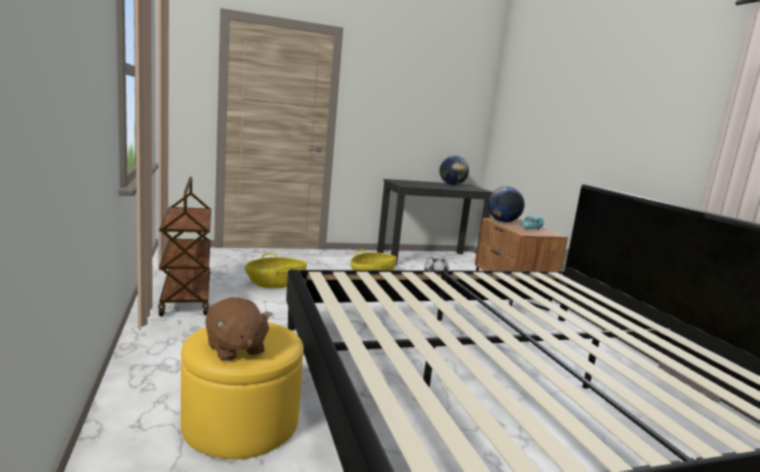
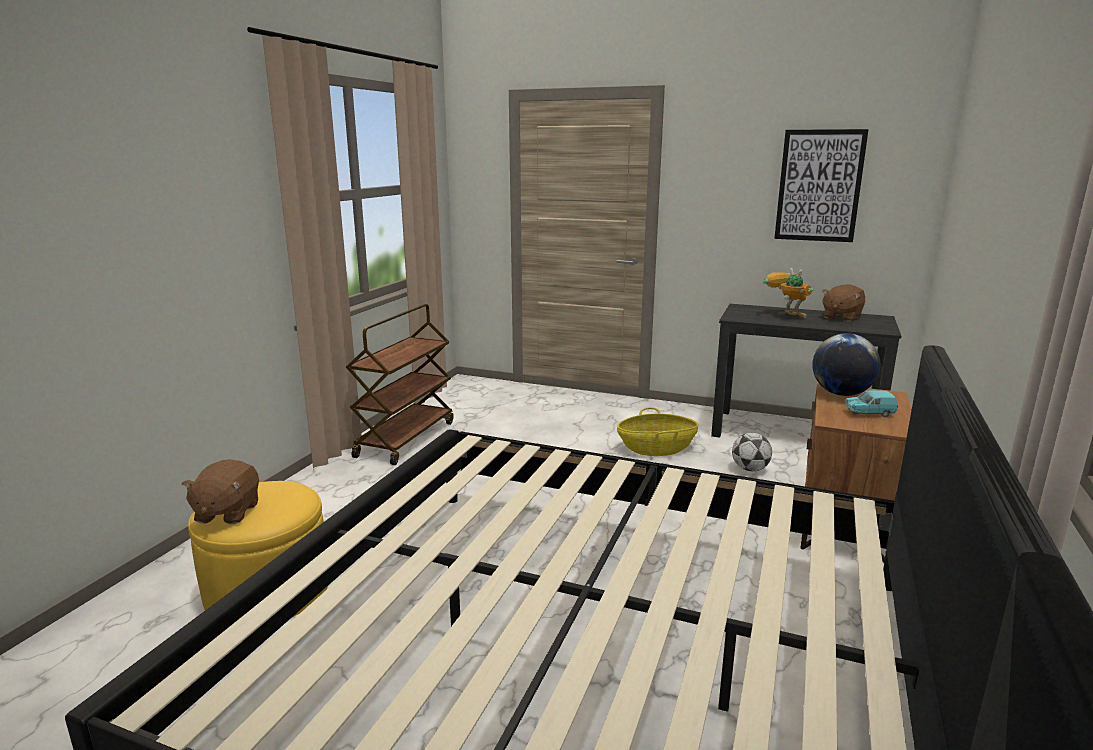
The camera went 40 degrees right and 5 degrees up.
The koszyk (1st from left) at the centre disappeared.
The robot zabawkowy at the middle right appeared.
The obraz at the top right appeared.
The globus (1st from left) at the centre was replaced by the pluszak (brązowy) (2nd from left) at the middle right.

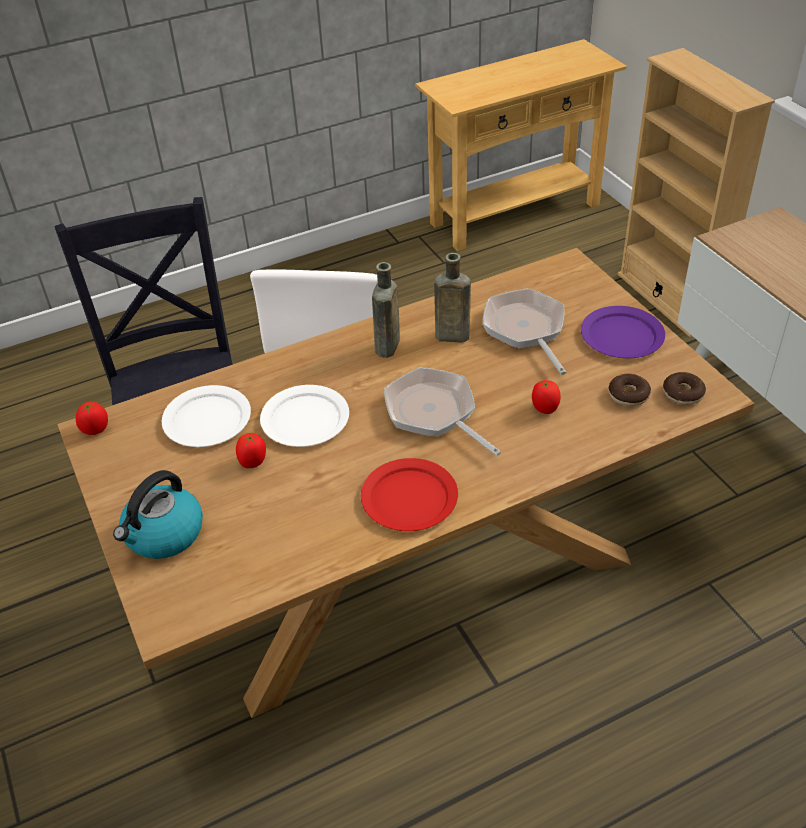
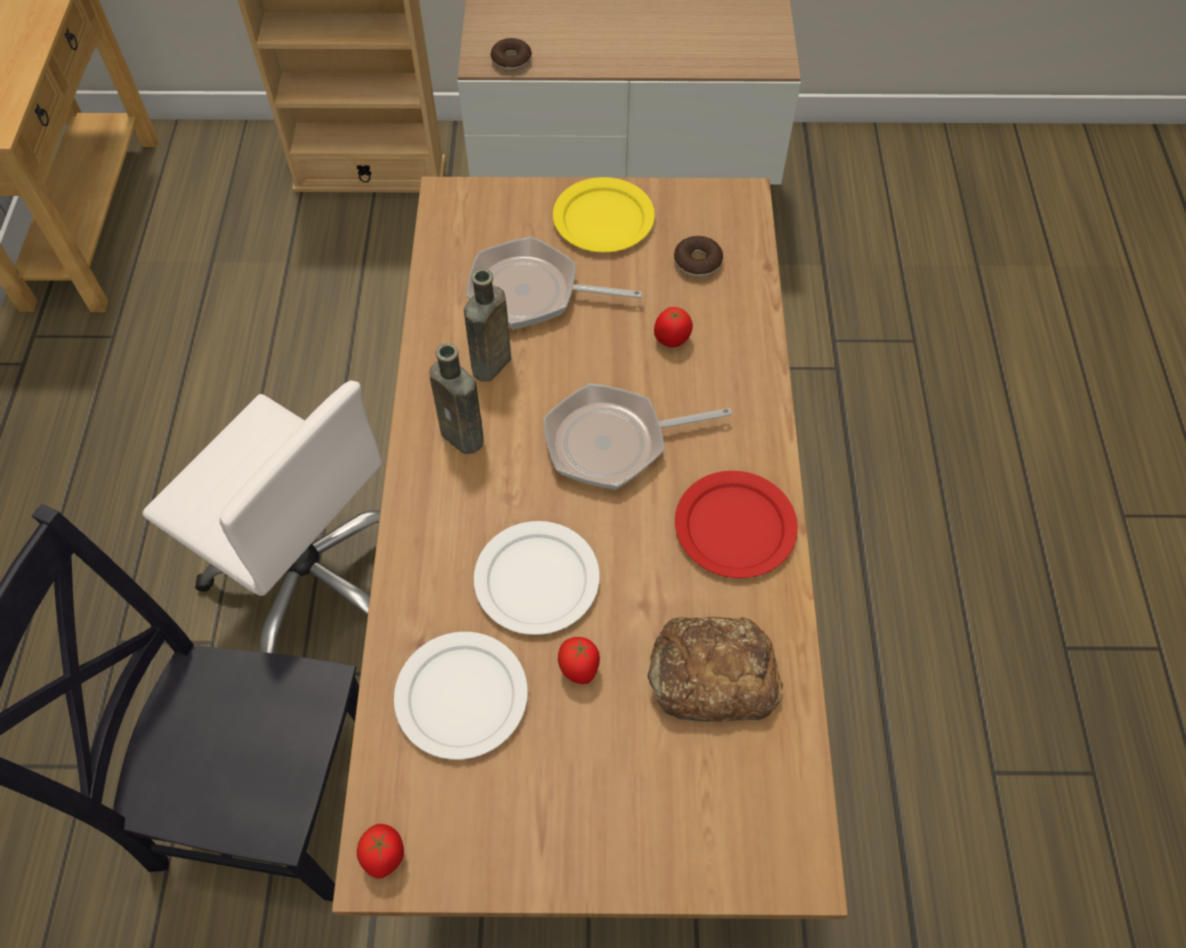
The camera went 65 degrees left and 15 degrees up.
The czajnik at the middle left disappeared.
The chleb at the bottom centre appeared.
The donut (2nd from left in the first image) moved from the middle right to the top centre.
The talerz (fioletowy) at the middle right became the talerz (żółty) at the top centre.

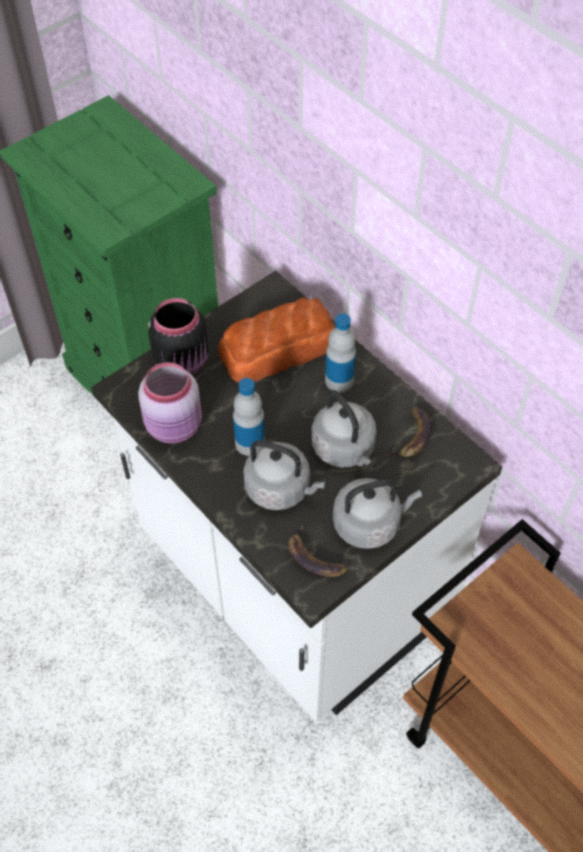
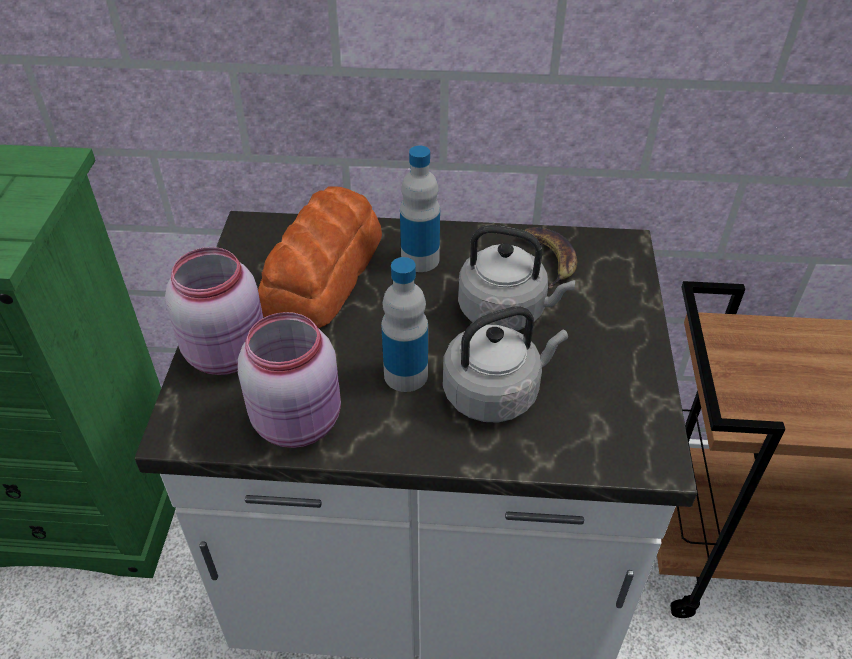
The camera went 45 degrees left and 10 degrees down.
The banan (1st from left) at the centre disappeared.
The czajnik (szary) (3rd from left) at the centre disappeared.
The słoik (czarny) at the middle left became the słoik (różowy) (1st from left) at the middle left.

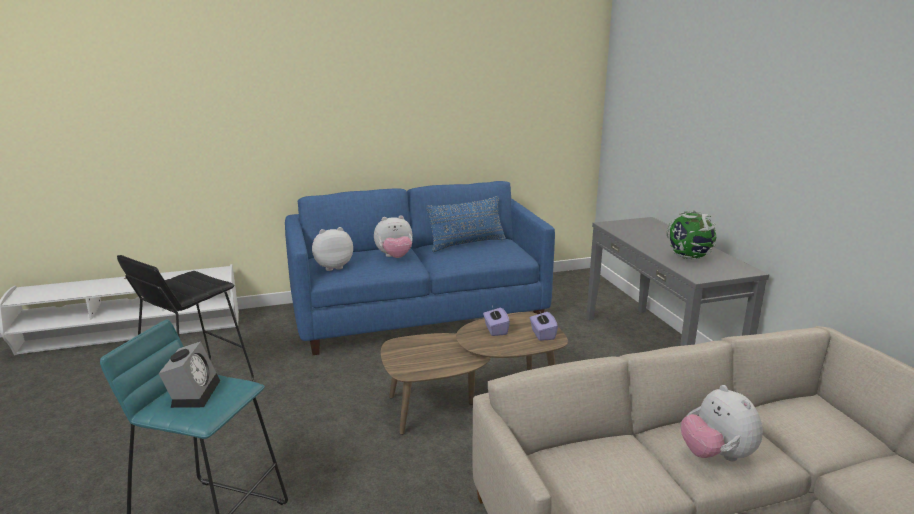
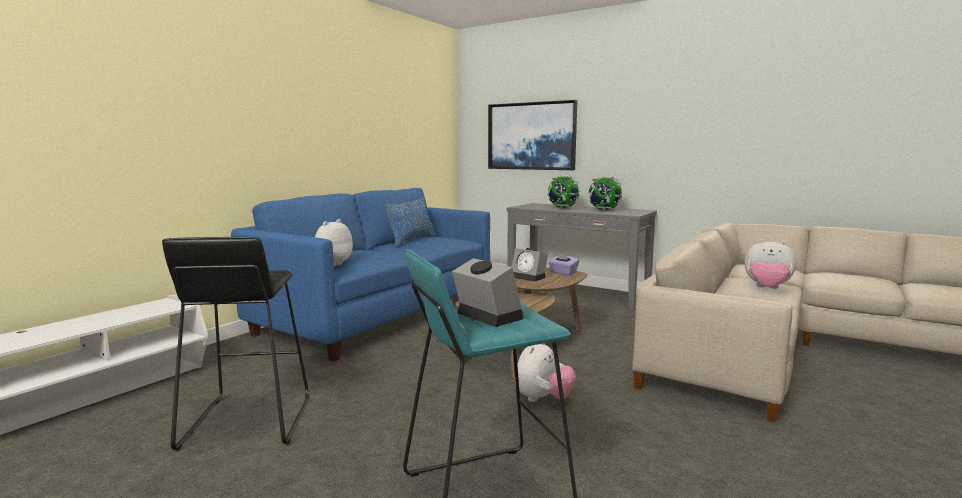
The camera went 40 degrees left and 10 degrees down.
The obraz at the top centre appeared.
The globus (1st from left) at the centre appeared.
The pluszak (2nd from left) moved from the centre to the bottom centre.
The pudełko chusteczek (fioletowy) (1st from left) at the centre was replaced by the budzik (2nd from left) at the centre.

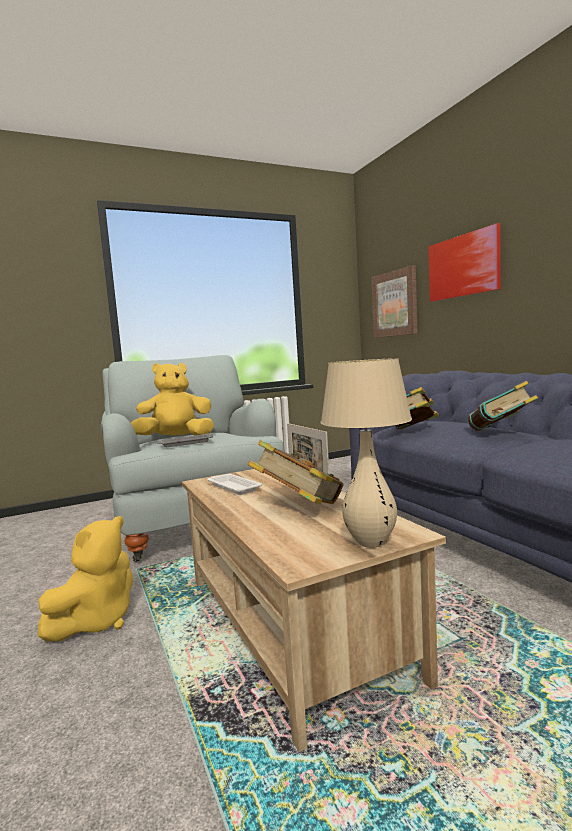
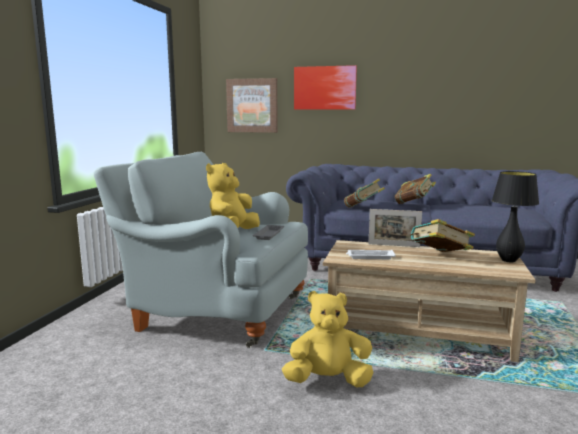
The camera went 50 degrees left and 5 degrees up.
The lampa stołowa (beżowy) at the centre became the lampa stołowa (czarny) at the middle right.
The pluszak (żółty) (1st from left in the first image) at the bottom left turned 75 degrees counterclockwise.

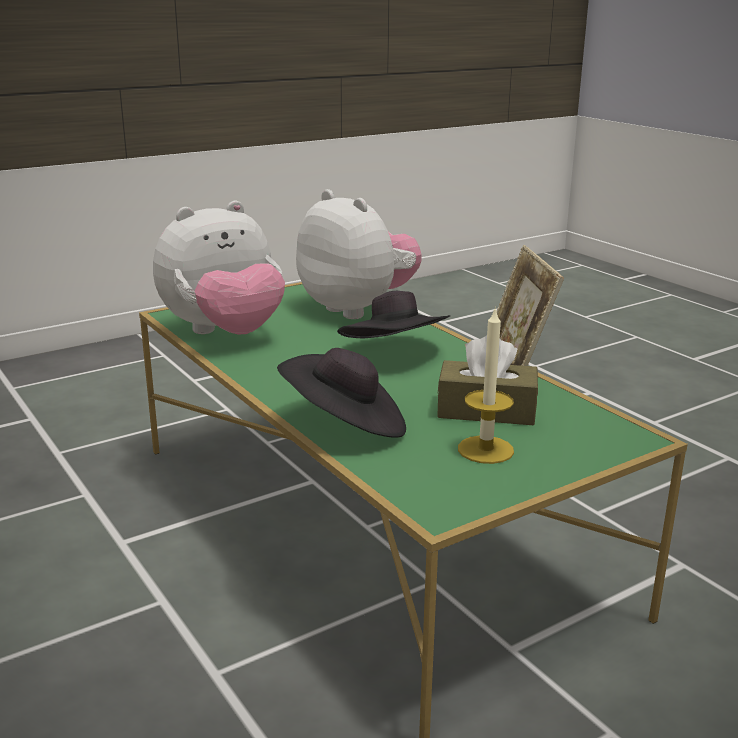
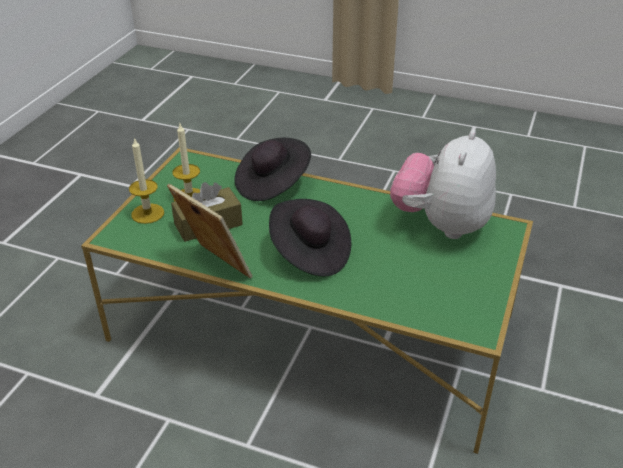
The camera went 145 degrees right and 15 degrees up.
The pluszak (2nd from left) at the centre disappeared.
The świeca (1st from left) at the middle left appeared.

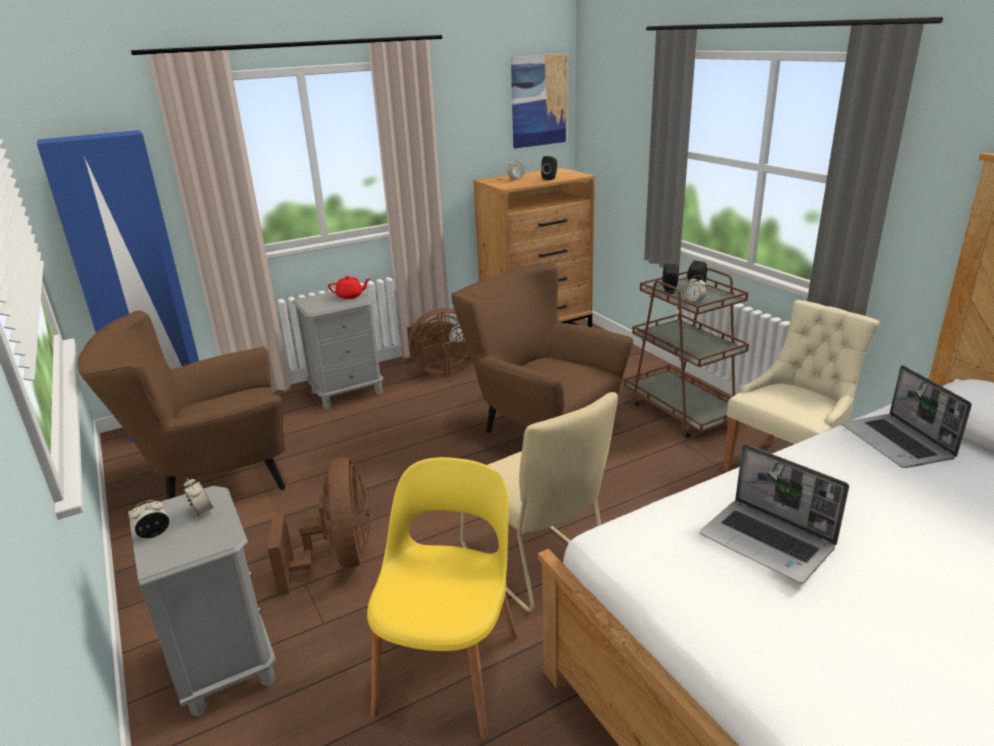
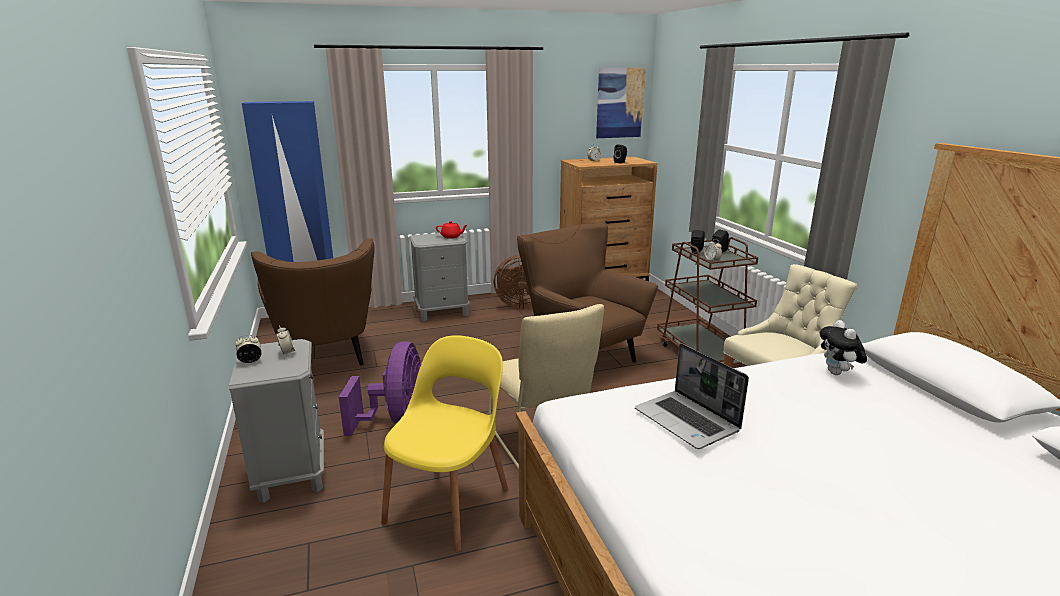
The camera went 10 degrees right and 5 degrees down.
The laptop (2nd from left) at the middle right was replaced by the pluszak at the middle right.
The wentylator (brązowy) (1st from left) at the bottom left became the wentylator (fioletowy) at the centre.
The fotel (brązowy) (1st from left) at the middle left turned 105 degrees counterclockwise.

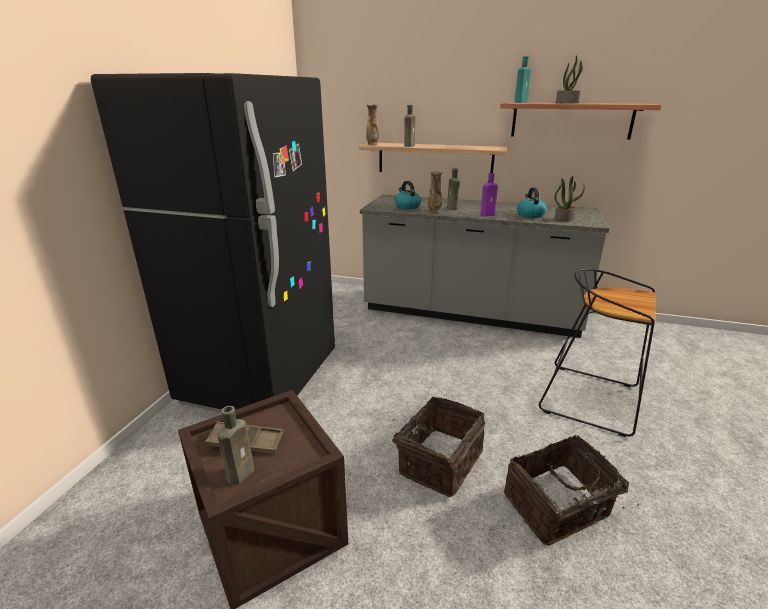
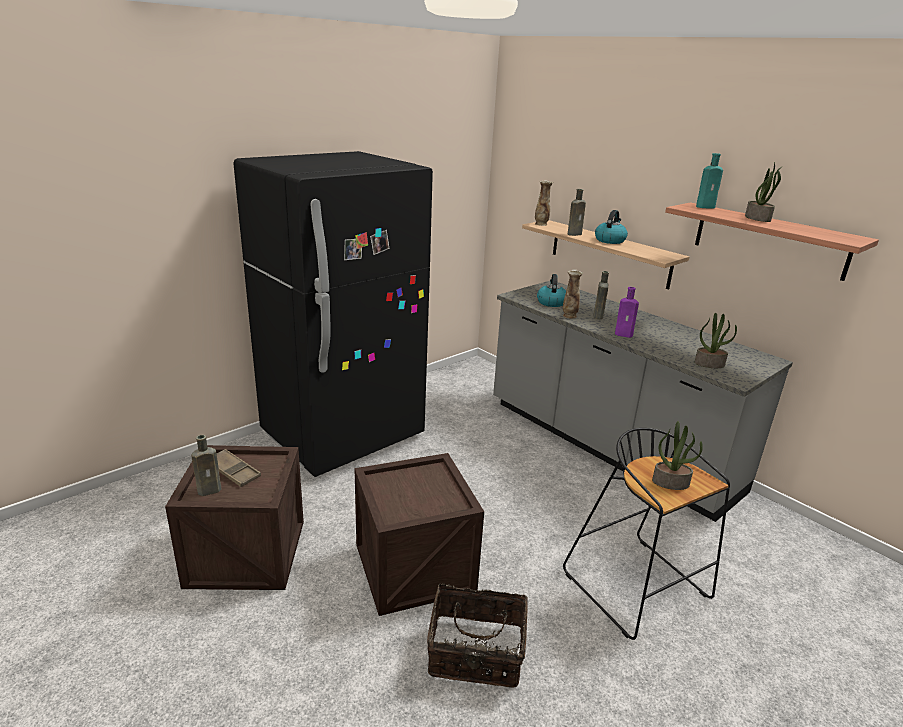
The camera went 30 degrees right and 0 degrees up.
The roślina doniczkowa (1st from left) at the middle right appeared.
The czajnik (2nd from left) moved from the middle right to the top right.
The koszyk (1st from left) at the bottom centre was replaced by the skrzynka (2nd from left) at the bottom centre.

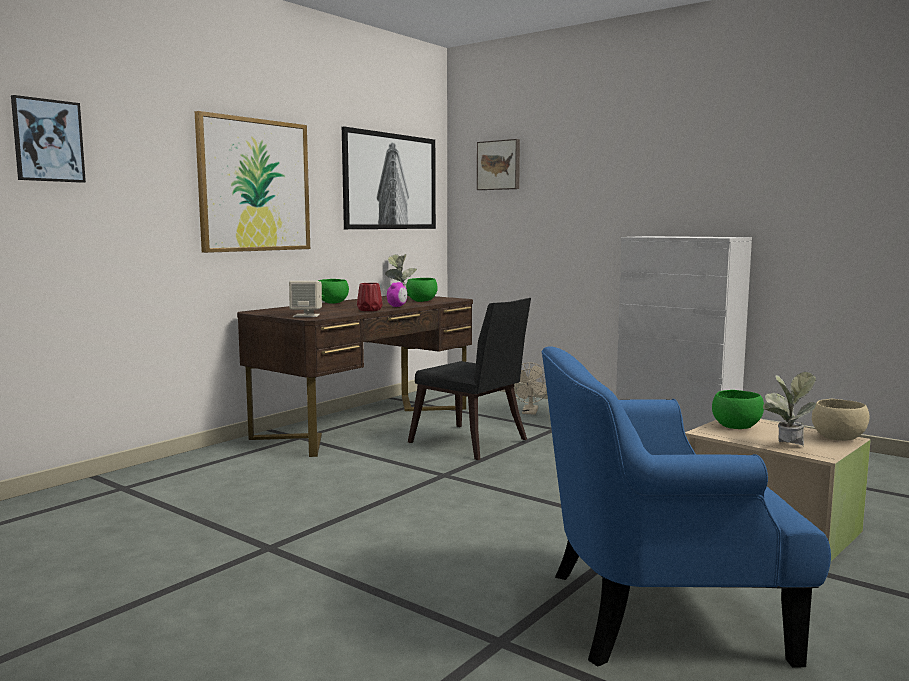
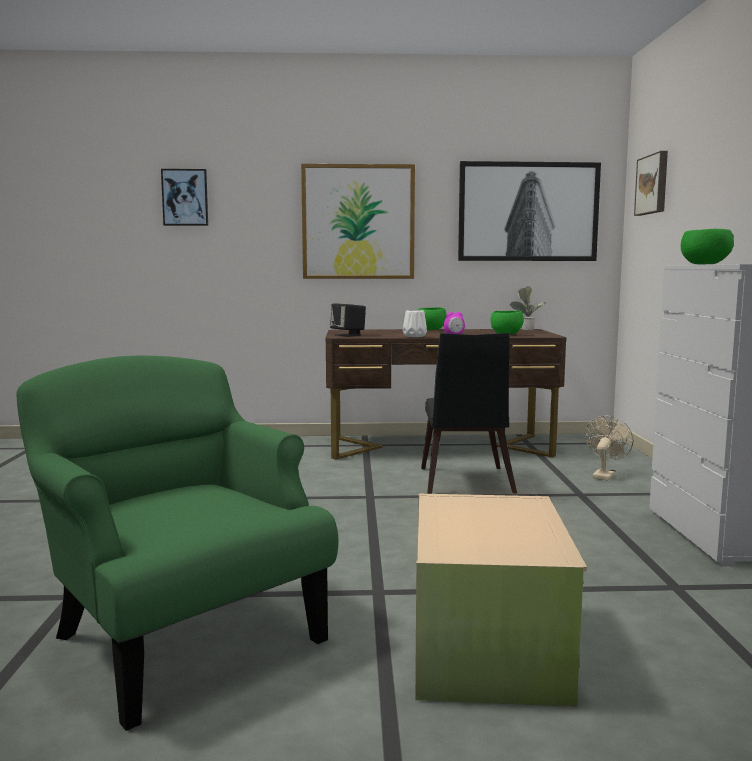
The camera went 50 degrees right and 0 degrees up.
The roślina doniczkowa (2nd from left) at the middle right disappeared.
The miska (beżowy) at the middle right disappeared.
The miska (zielony) (3rd from left) moved from the middle right to the top right.
The głośnik (beżowy) at the centre became the głośnik (czarny) at the centre.
The wazon (czerwony) at the centre became the wazon (biały) at the centre.
The fotel (niebieski) at the bottom right became the fotel (zielony) at the bottom left.
The wentylator (beżowy) at the centre turned 150 degrees clockwise.

